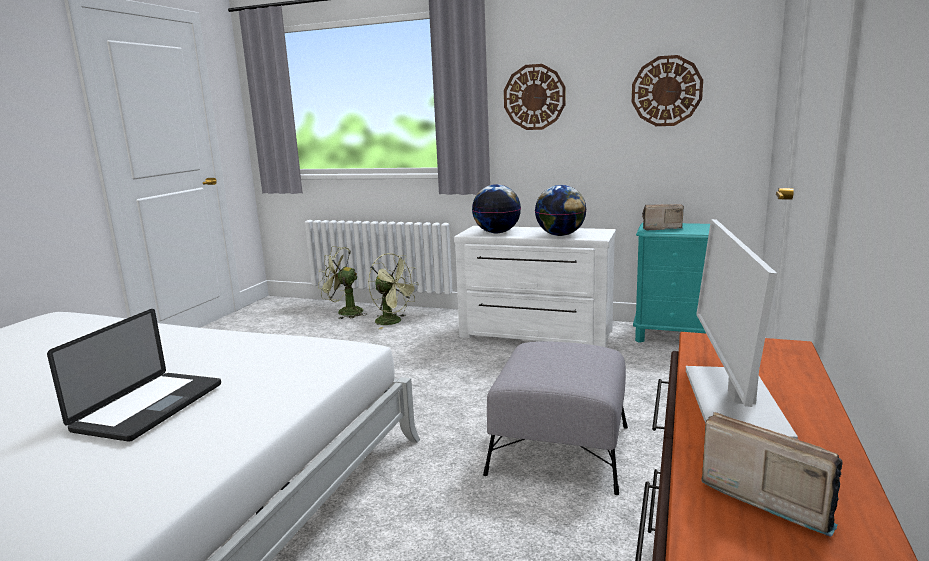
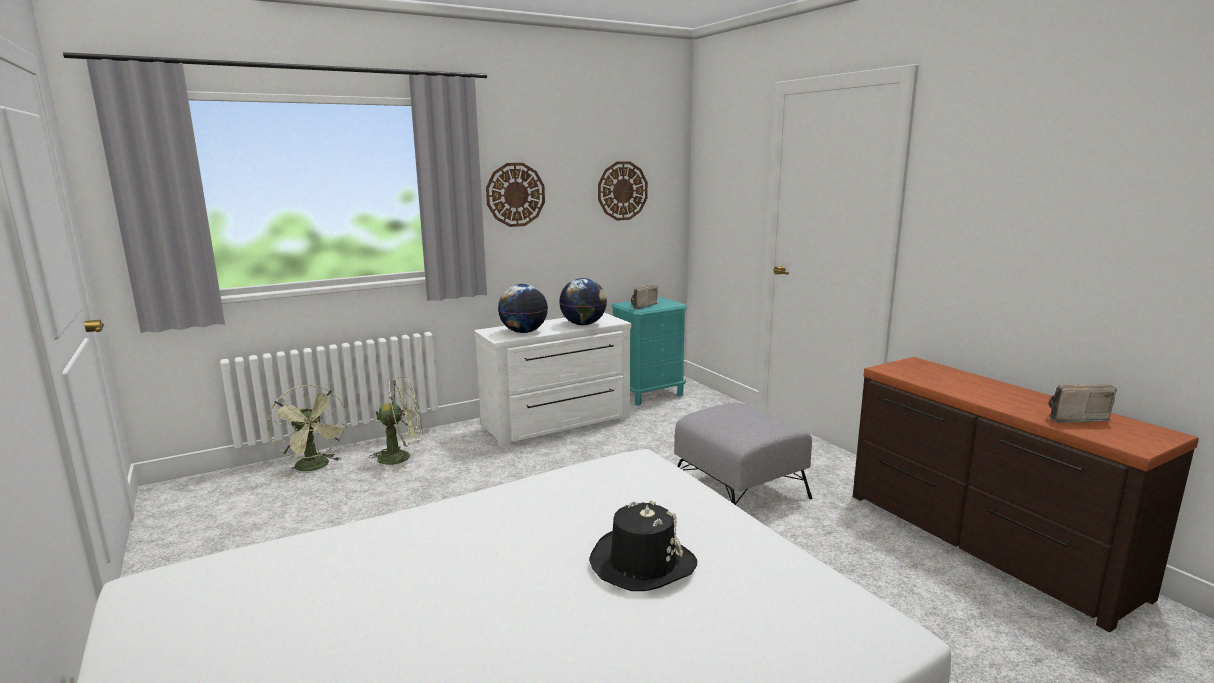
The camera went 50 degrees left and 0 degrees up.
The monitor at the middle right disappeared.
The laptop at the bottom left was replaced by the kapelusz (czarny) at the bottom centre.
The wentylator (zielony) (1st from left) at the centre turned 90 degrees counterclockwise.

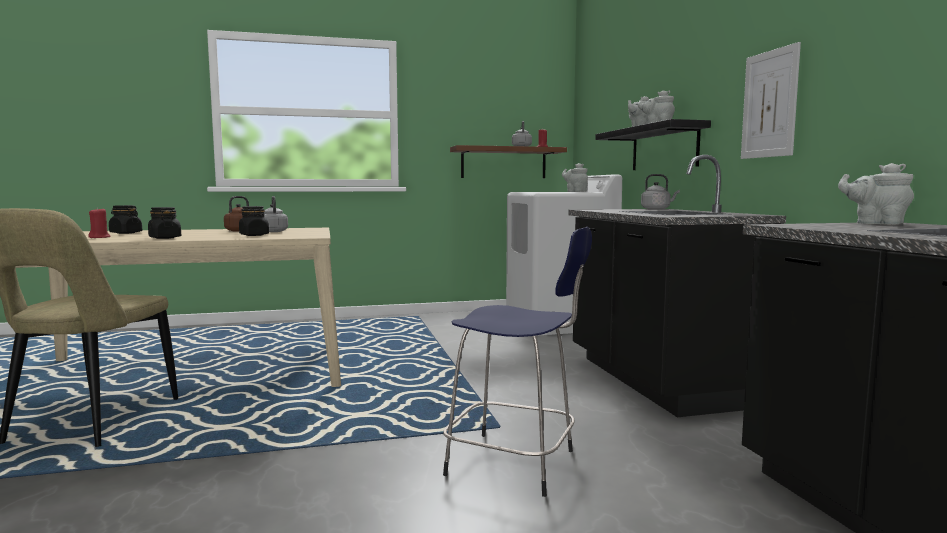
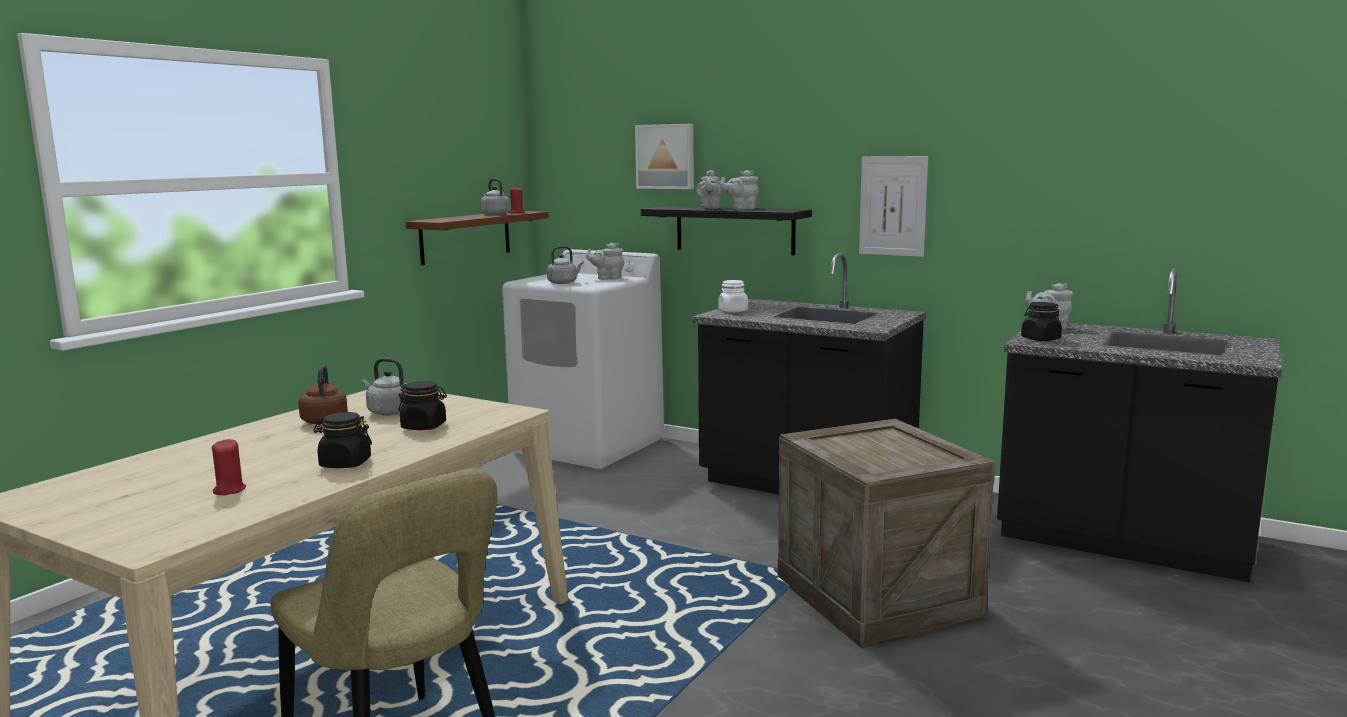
The camera went 45 degrees left and 5 degrees up.
The obraz (1st from left) at the top centre appeared.
The słoik (biały) at the centre appeared.
The słoik (czarny) (1st from left in the first image) moved from the middle left to the middle right.
The czajnik (szary) (3rd from left) moved from the middle right to the centre.
The stołek (niebieski) at the bottom centre was replaced by the skrzynka at the bottom centre.

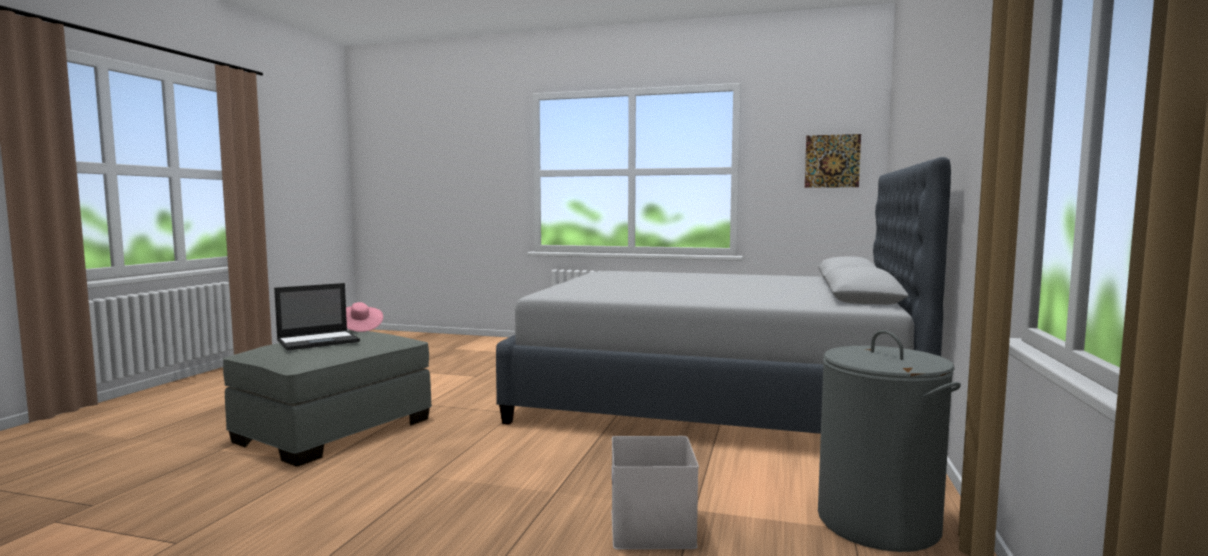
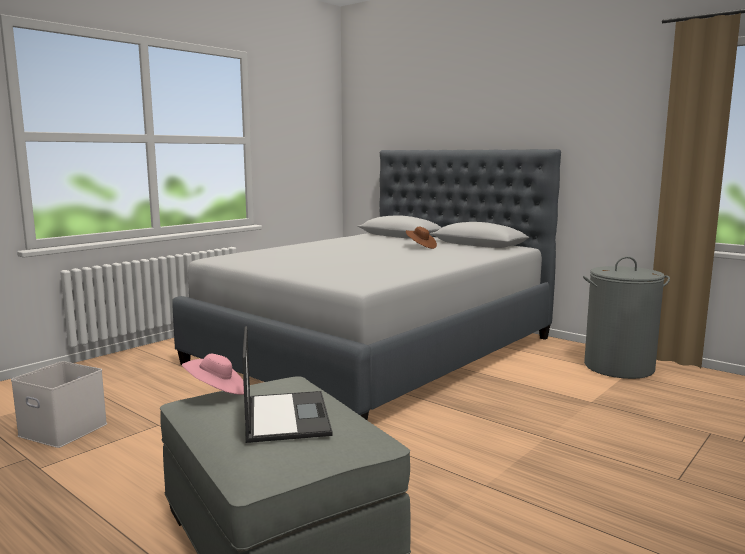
The camera went 65 degrees left and 5 degrees up.
The obraz at the top right disappeared.
The kapelusz (brązowy) at the centre appeared.
The pojemnik do przechowywania (biały) moved from the bottom centre to the bottom left.

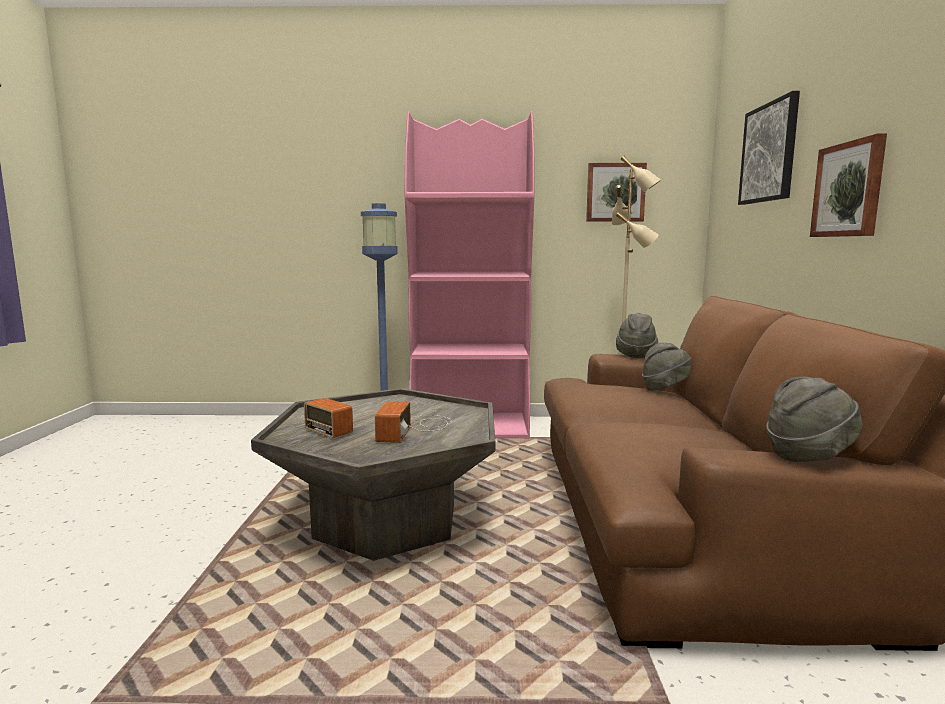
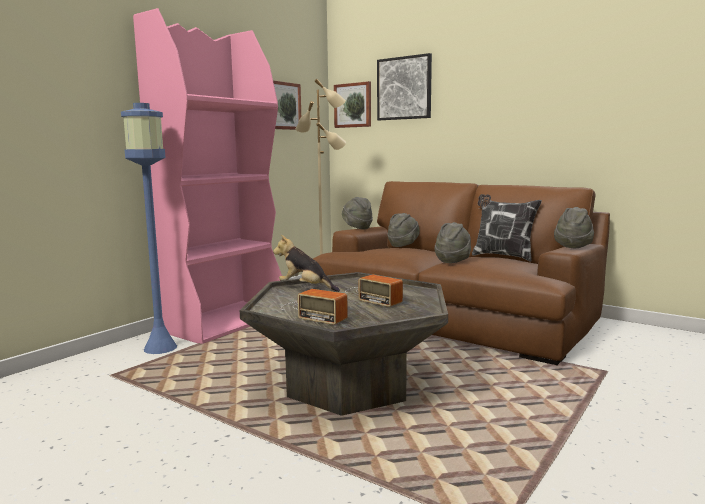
The camera went 55 degrees left and 0 degrees up.
The pluszak at the centre appeared.
The kapelusz (szary) (3rd from left) at the centre appeared.
The poduszka at the middle right appeared.
The obraz (3rd from left in the first image) moved from the top right to the top centre.
The radio (1st from left) at the centre turned 45 degrees clockwise.

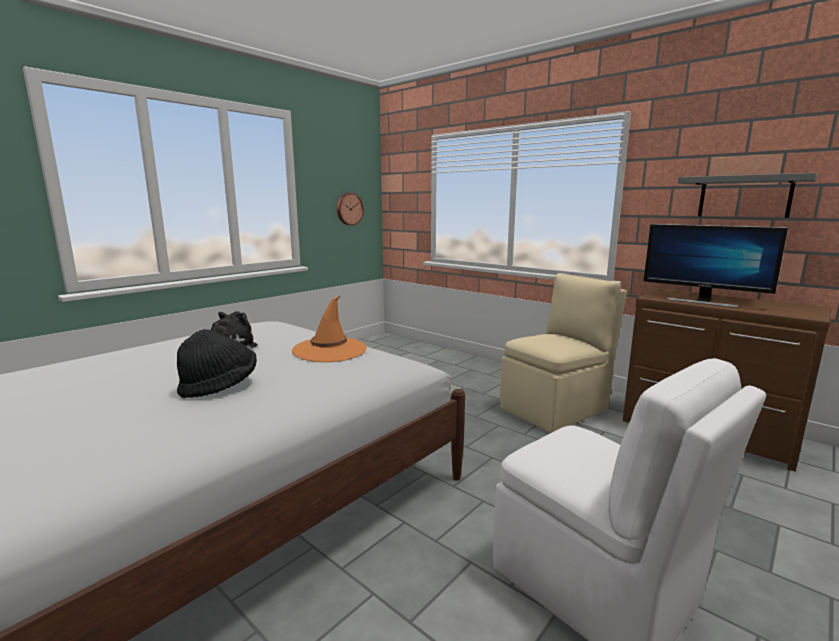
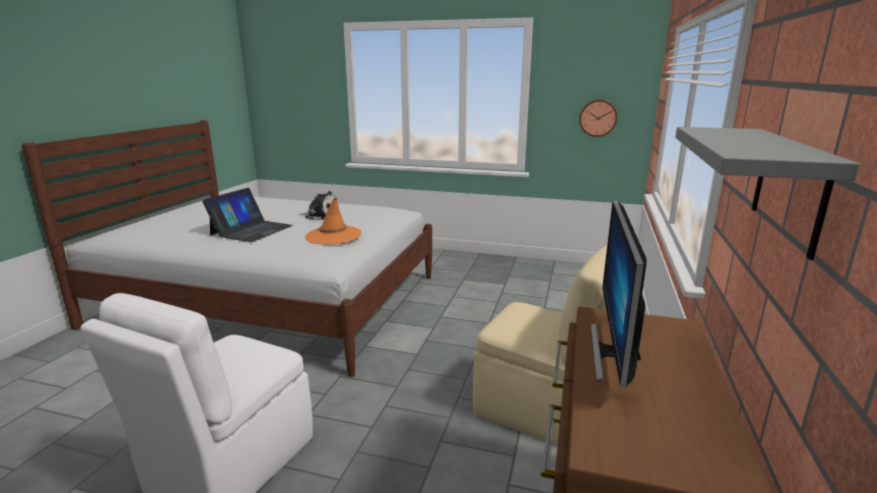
The camera went 65 degrees right and 5 degrees up.
The kapelusz (czarny) at the middle left was replaced by the laptop at the middle left.

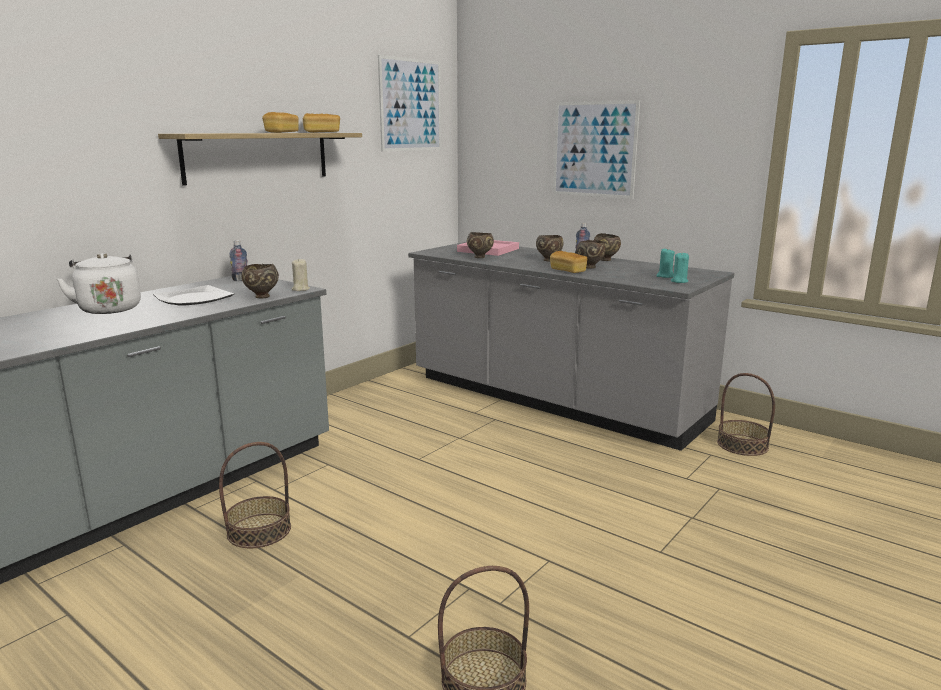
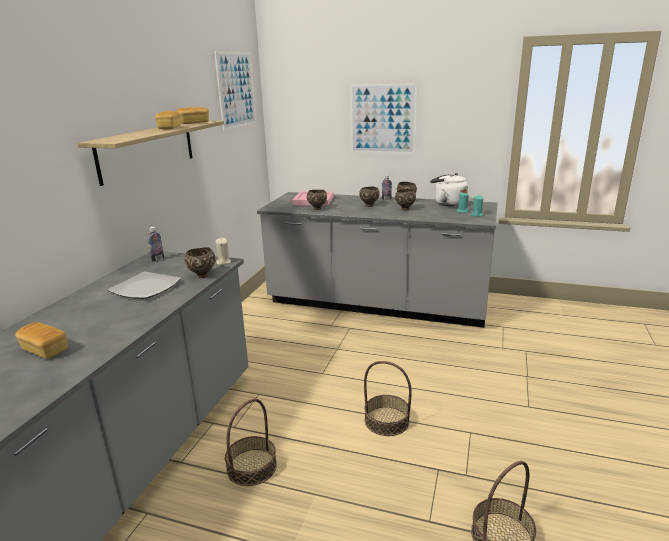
The camera went 20 degrees left and 5 degrees up.
The czajnik (biały) moved from the middle left to the middle right.
The chleb (3rd from left in the first image) moved from the centre to the middle left.
The koszyk (3rd from left in the first image) moved from the middle right to the bottom centre.

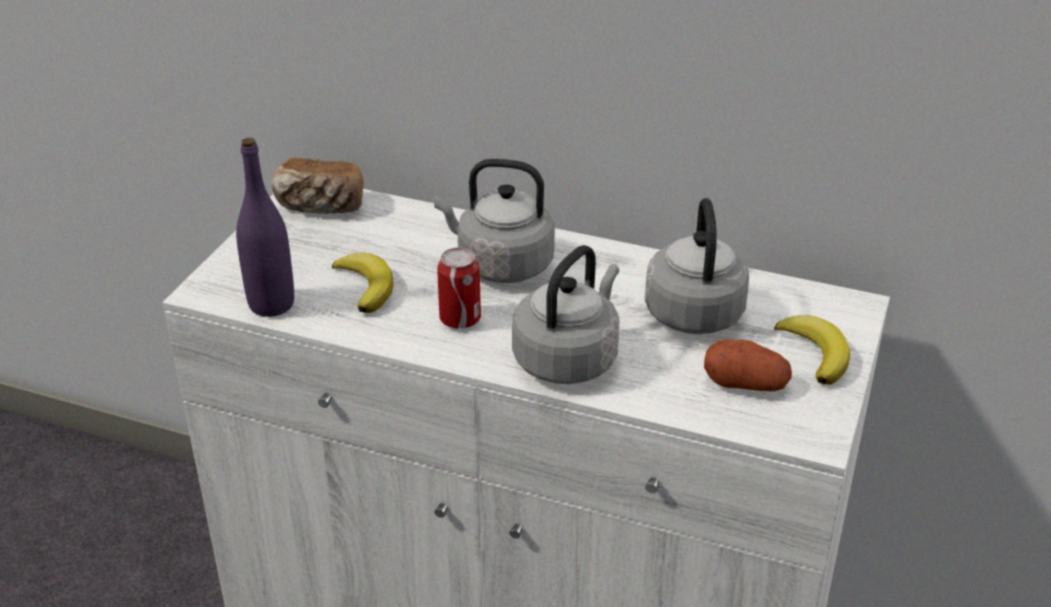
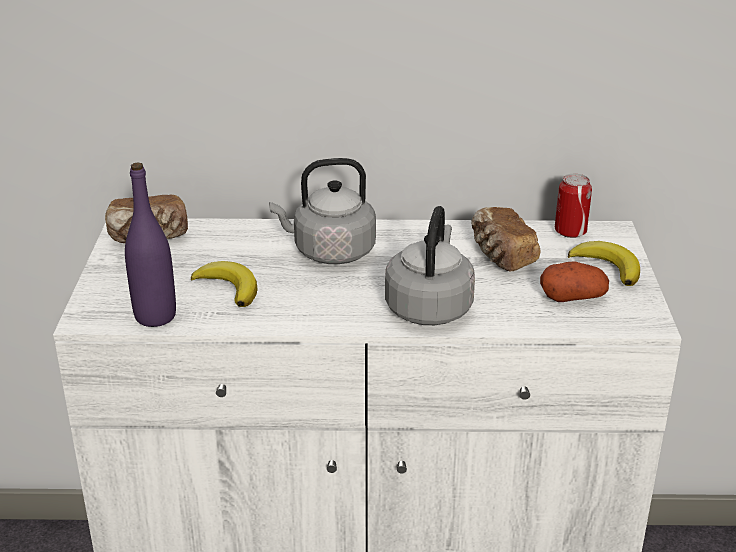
The camera went 20 degrees left and 5 degrees down.
The puszka moved from the centre to the middle right.
The czajnik (szary) (3rd from left) at the centre was replaced by the chleb (2nd from left) at the middle right.

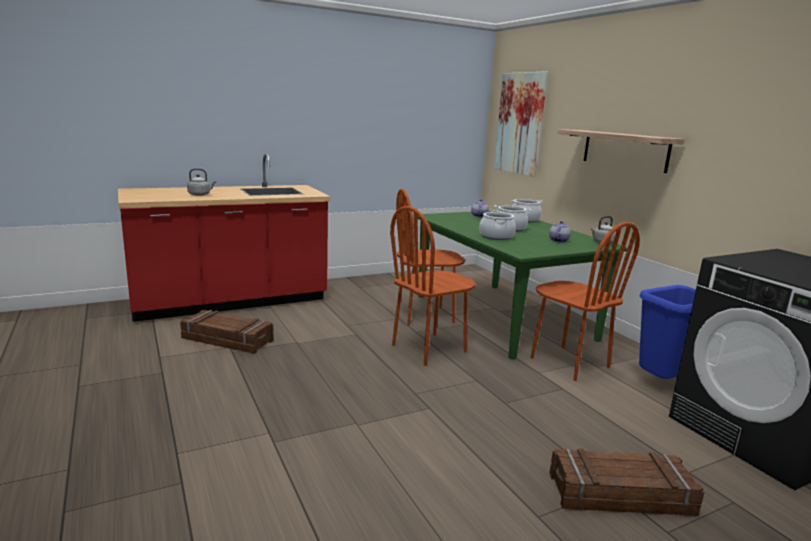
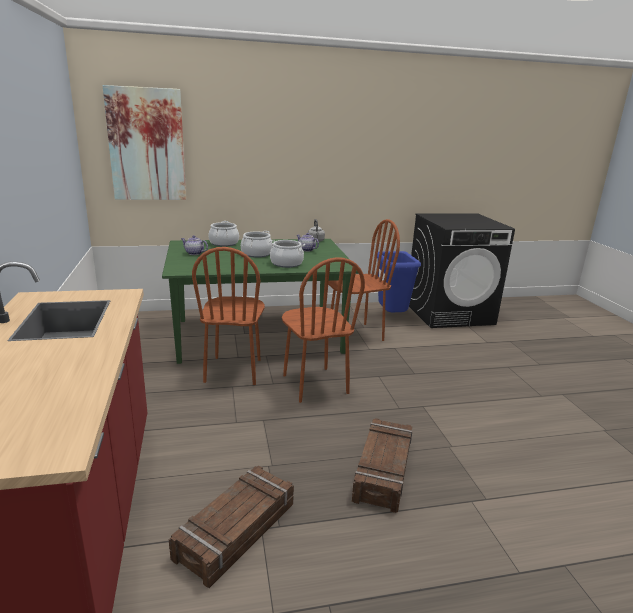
The camera went 75 degrees left and 5 degrees up.
The czajnik (szary) (1st from left) at the middle left disappeared.
The półka at the top right disappeared.
The skrzynka (2nd from left) moved from the bottom right to the bottom centre.

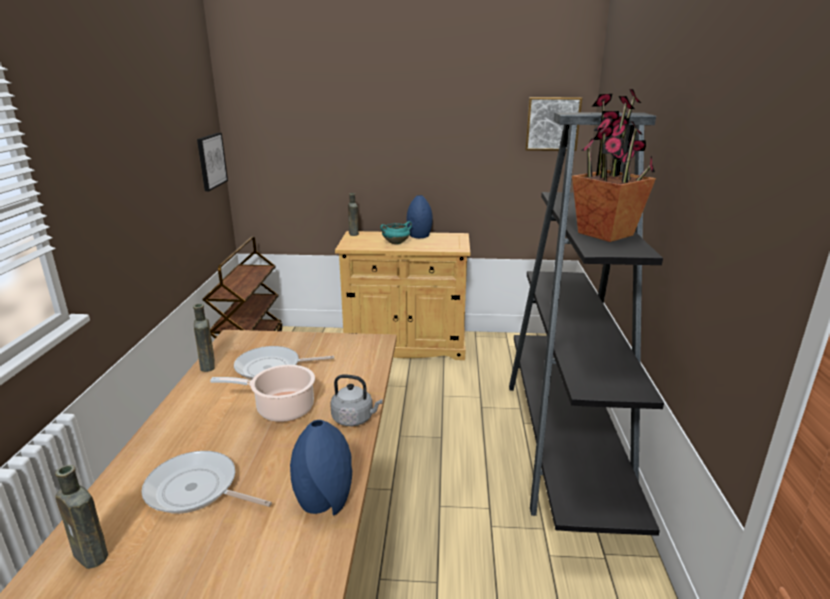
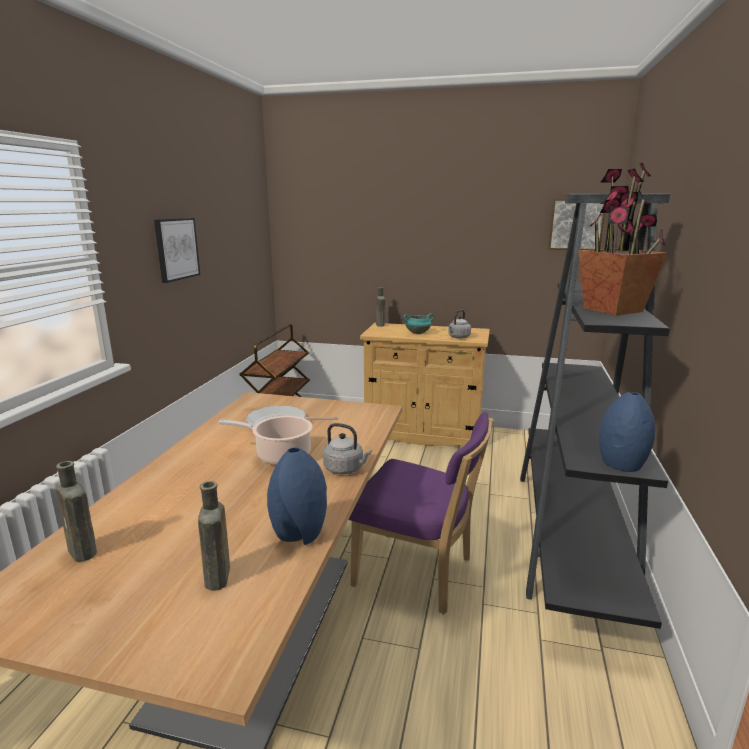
The camera went 10 degrees right and 5 degrees down.
The patelnia (1st from left) at the bottom left disappeared.
The krzesło (fioletowy) at the bottom centre appeared.
The czajnik (szary) (2nd from left) at the centre appeared.
The butelka (brązowy) (2nd from left) moved from the middle left to the bottom left.
The obraz (1st from left) moved from the top left to the middle left.
The wazon (niebieski) (2nd from left) moved from the centre to the middle right.

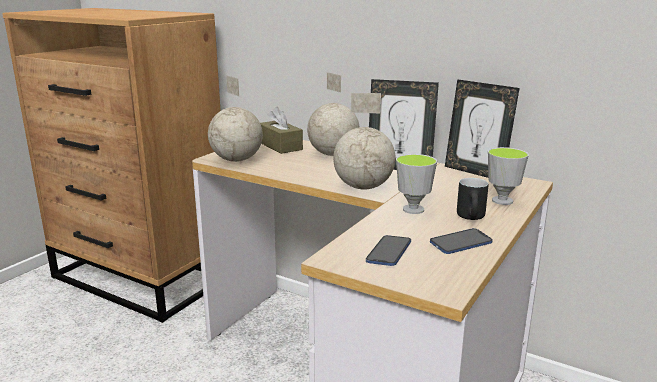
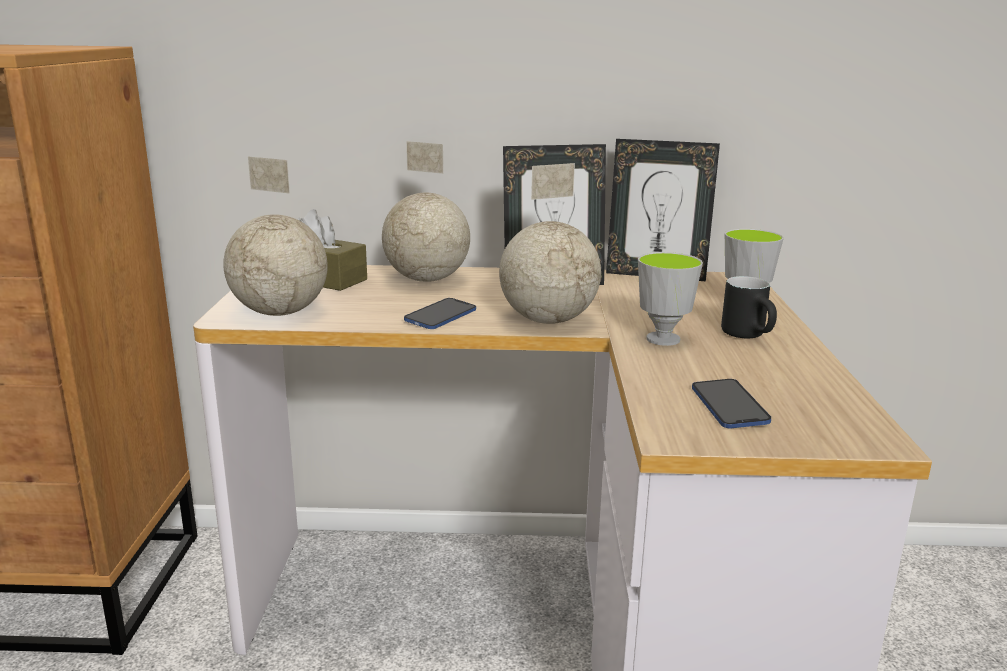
The camera went 30 degrees left and 0 degrees up.
The telefon (2nd from left in the first image) moved from the middle right to the centre.

